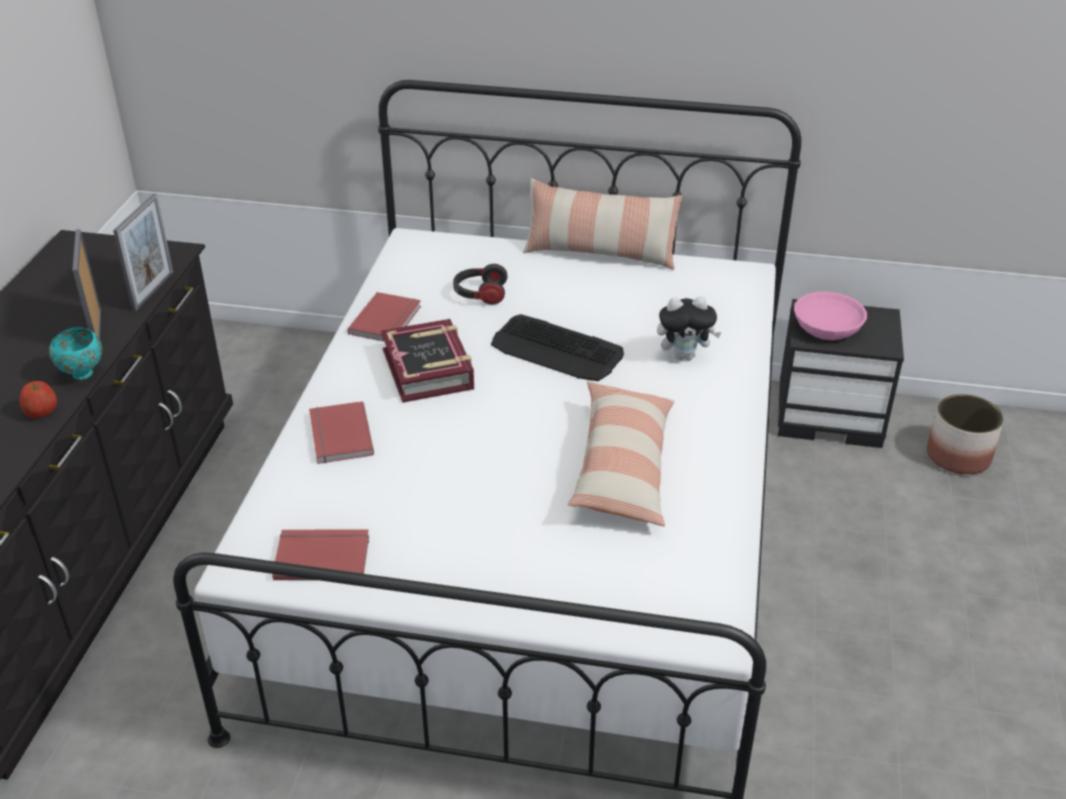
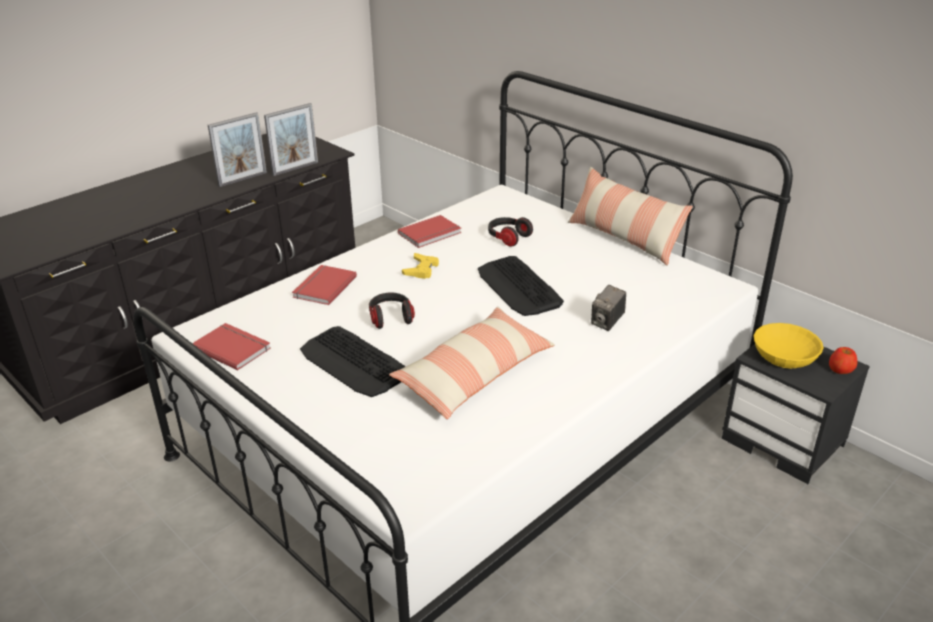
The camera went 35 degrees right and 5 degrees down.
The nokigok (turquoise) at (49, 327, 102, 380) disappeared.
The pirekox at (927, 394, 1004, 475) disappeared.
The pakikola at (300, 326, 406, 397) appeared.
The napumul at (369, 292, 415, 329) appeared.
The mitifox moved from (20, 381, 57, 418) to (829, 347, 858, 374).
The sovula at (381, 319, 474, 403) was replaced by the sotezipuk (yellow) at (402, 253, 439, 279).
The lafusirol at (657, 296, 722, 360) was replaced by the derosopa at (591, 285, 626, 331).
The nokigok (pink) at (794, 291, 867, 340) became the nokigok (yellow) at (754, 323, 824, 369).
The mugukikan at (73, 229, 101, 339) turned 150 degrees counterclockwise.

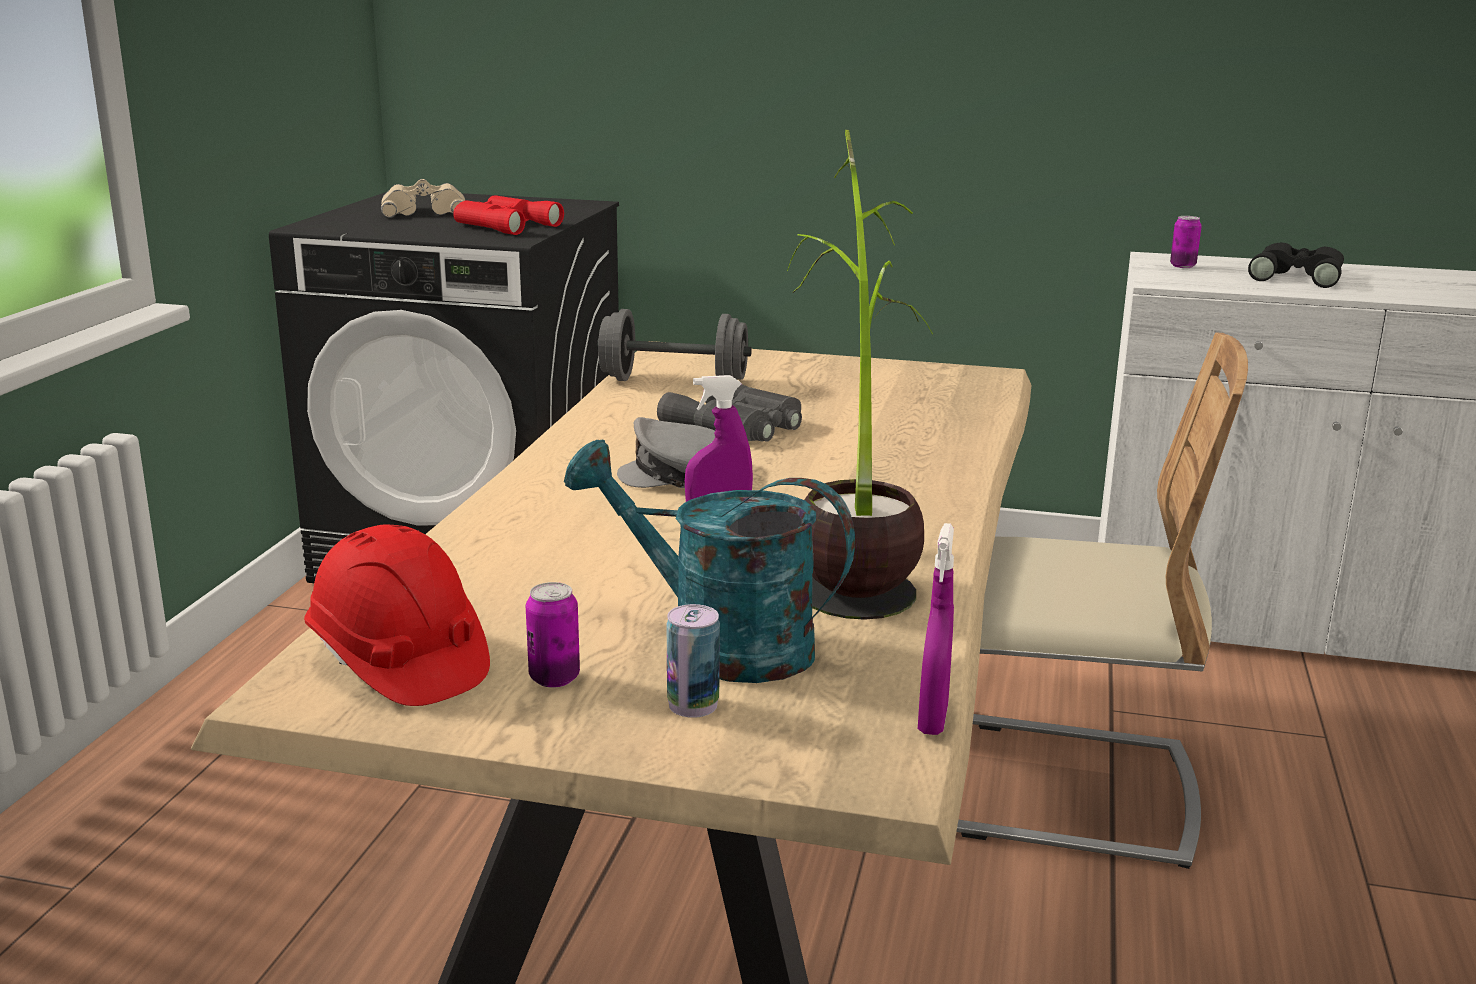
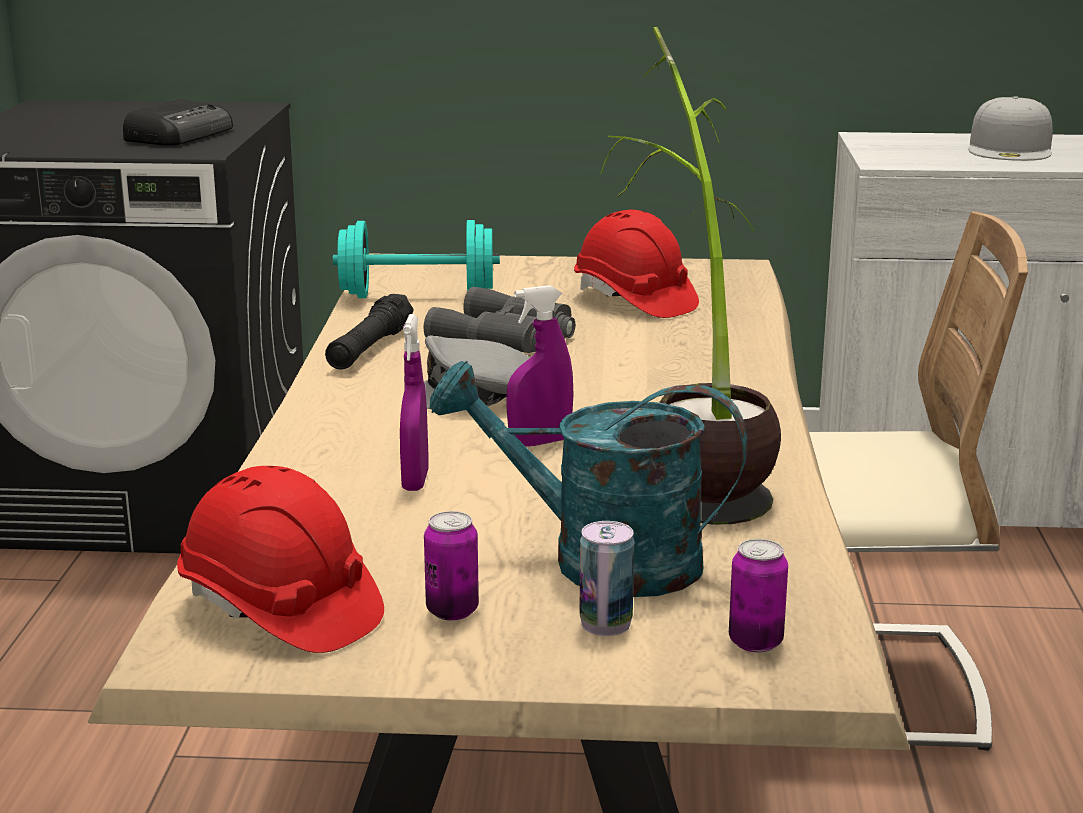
The camera went 10 degrees left and 0 degrees up.
The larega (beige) at (381, 179, 465, 218) disappeared.
The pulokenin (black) at (325, 294, 414, 370) appeared.
The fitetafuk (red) at (574, 209, 699, 318) appeared.
The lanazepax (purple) moved from (918, 523, 954, 735) to (400, 314, 428, 491).
The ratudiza moved from (1170, 216, 1202, 268) to (729, 539, 788, 653).
The larega (red) at (453, 195, 564, 235) was replaced by the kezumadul at (123, 99, 233, 146).
The larega (black) at (1248, 243, 1344, 288) was replaced by the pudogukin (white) at (968, 96, 1053, 161).
The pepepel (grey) at (597, 309, 752, 381) became the pepepel (turquoise) at (333, 220, 500, 298).

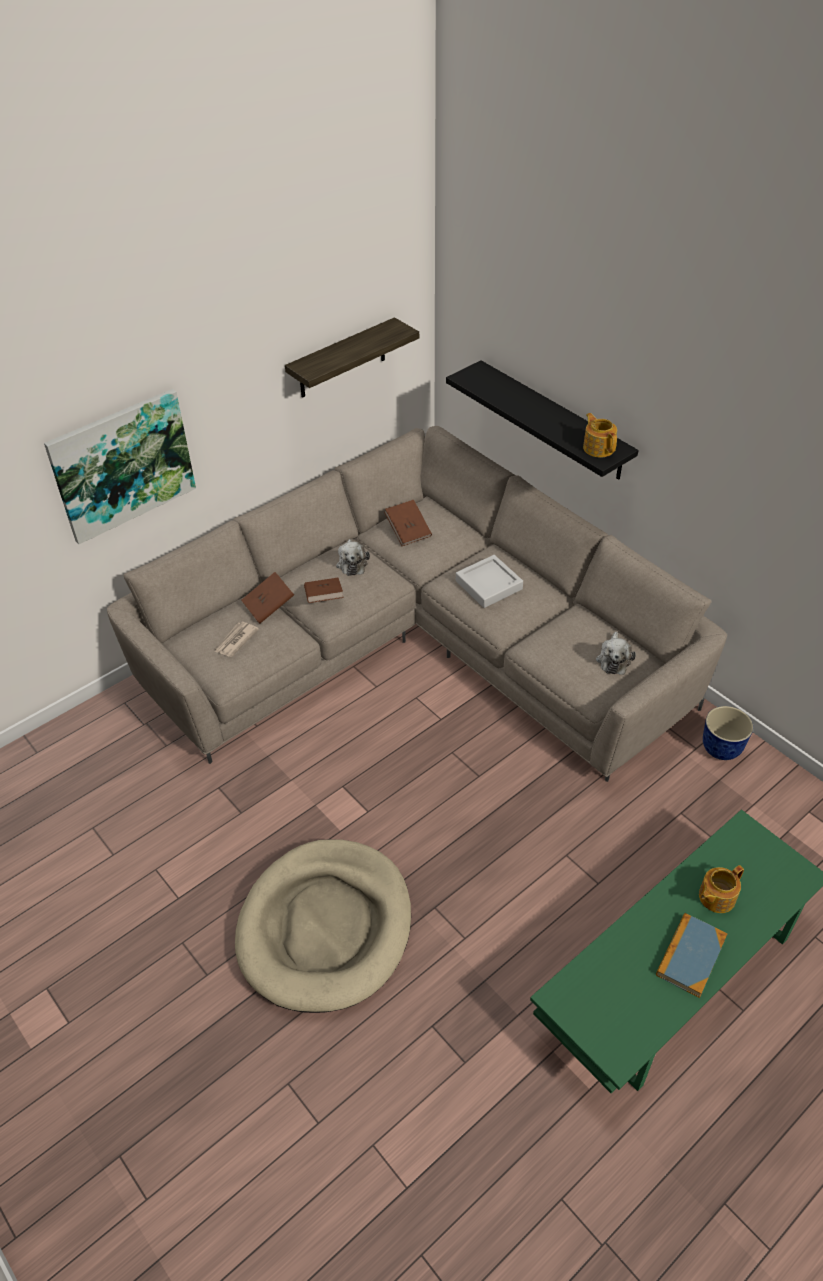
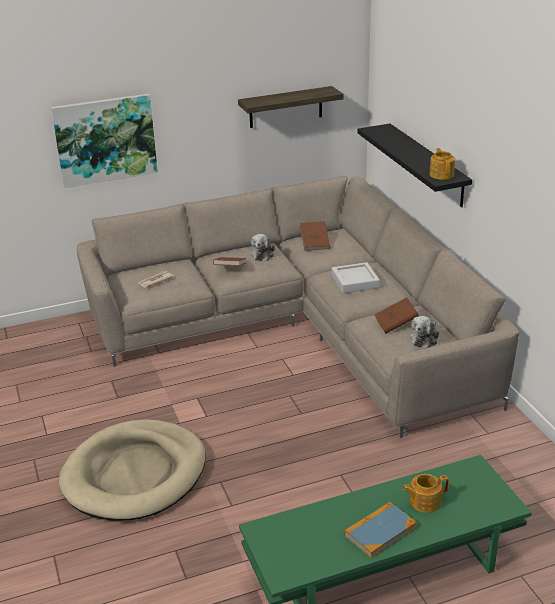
The camera went 20 degrees right and 15 degrees down.
The pirekox at (703, 706, 753, 760) disappeared.
The sovula (brown) moved from (241, 572, 294, 623) to (374, 297, 419, 334).

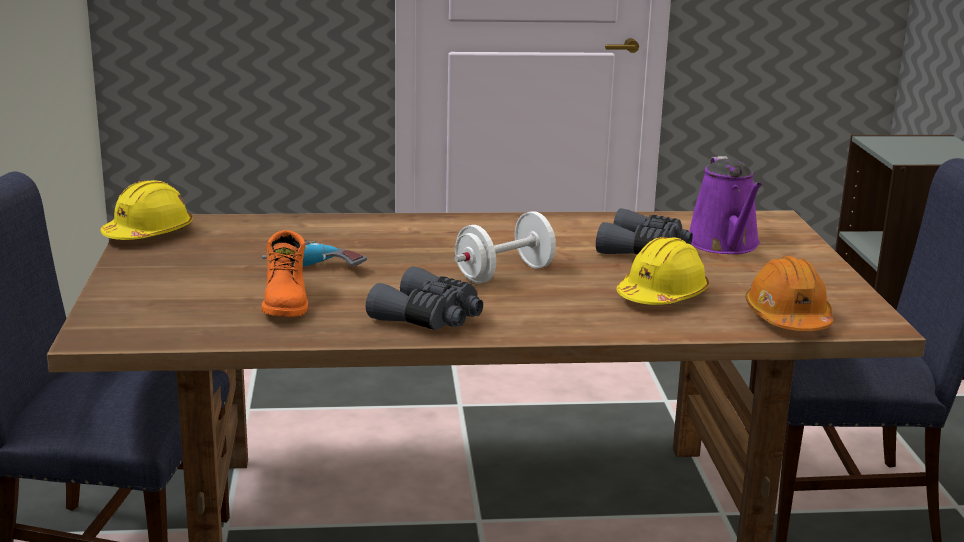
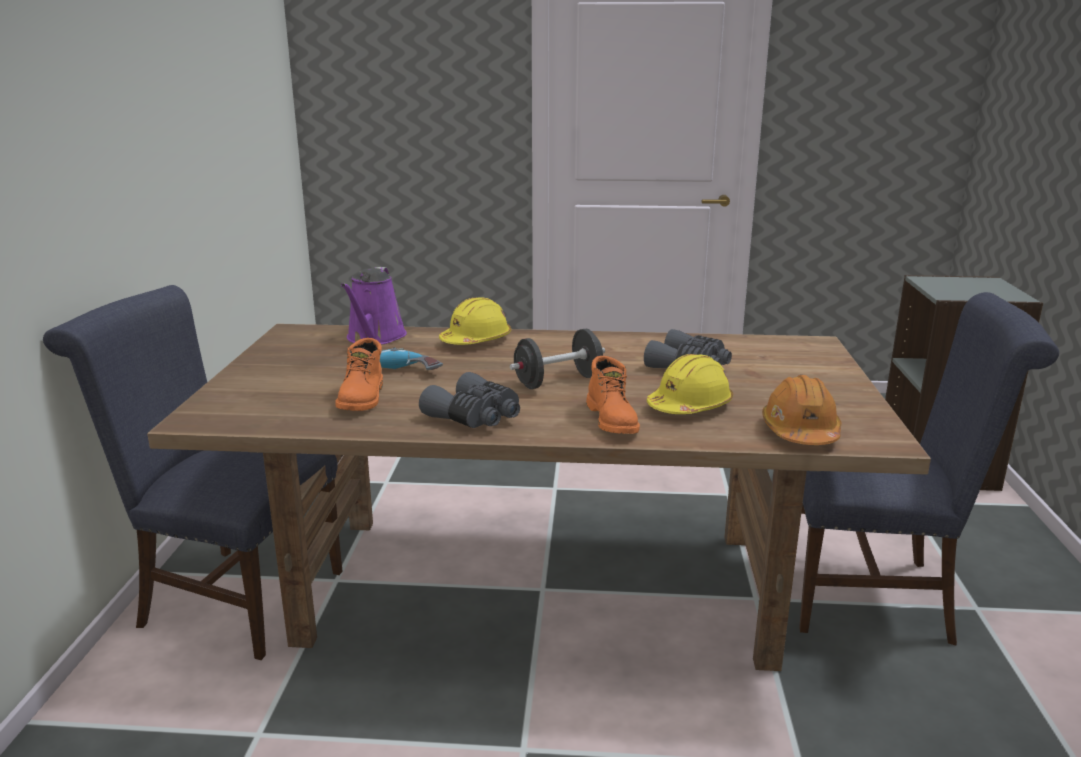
The camera went 10 degrees right and 0 degrees up.
The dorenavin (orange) at (586, 356, 640, 434) appeared.
The fitetafuk (yellow) moved from (100, 180, 193, 240) to (439, 297, 511, 345).
The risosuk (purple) moved from (689, 156, 762, 254) to (341, 267, 407, 345).
The pepepel (white) at (454, 211, 556, 284) became the pepepel (black) at (510, 329, 605, 389).

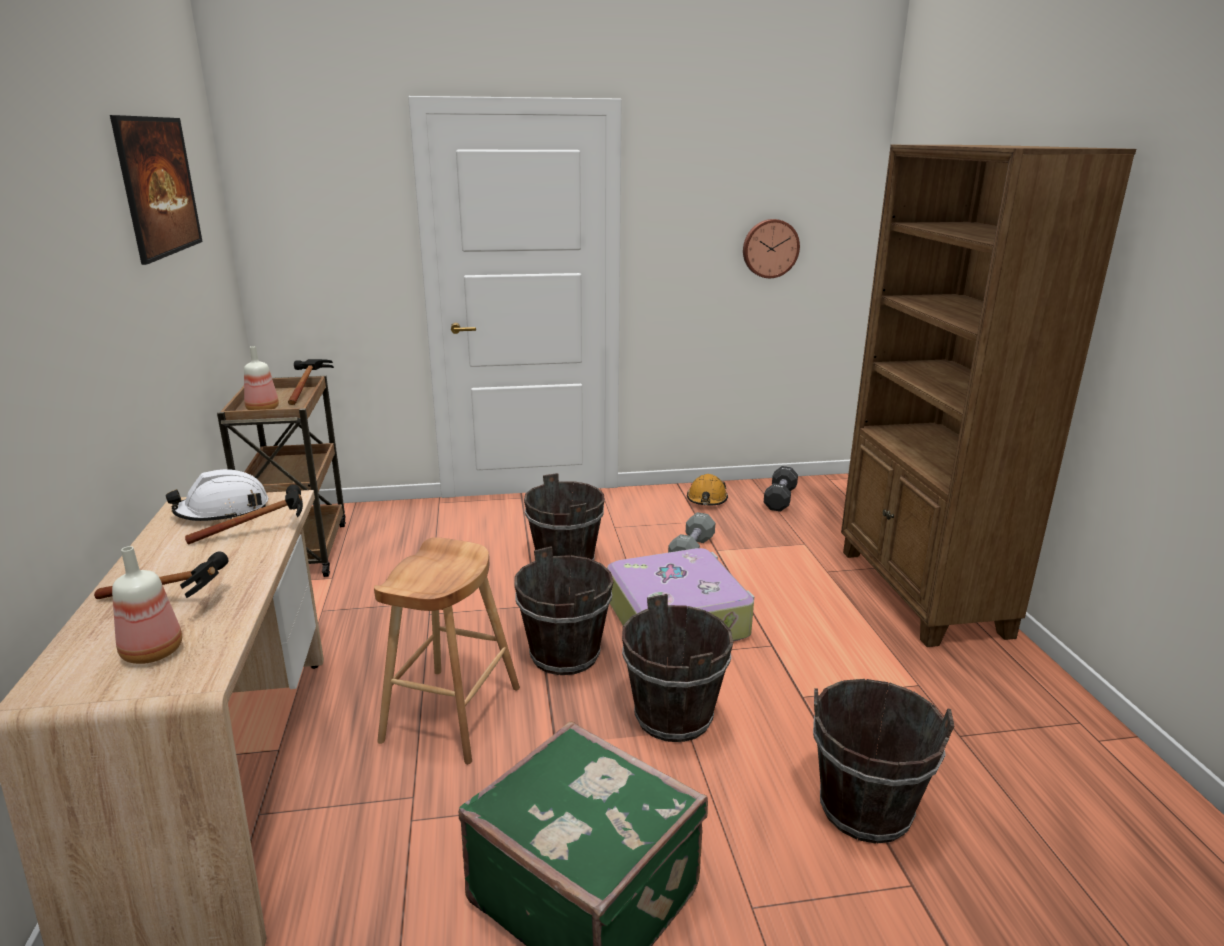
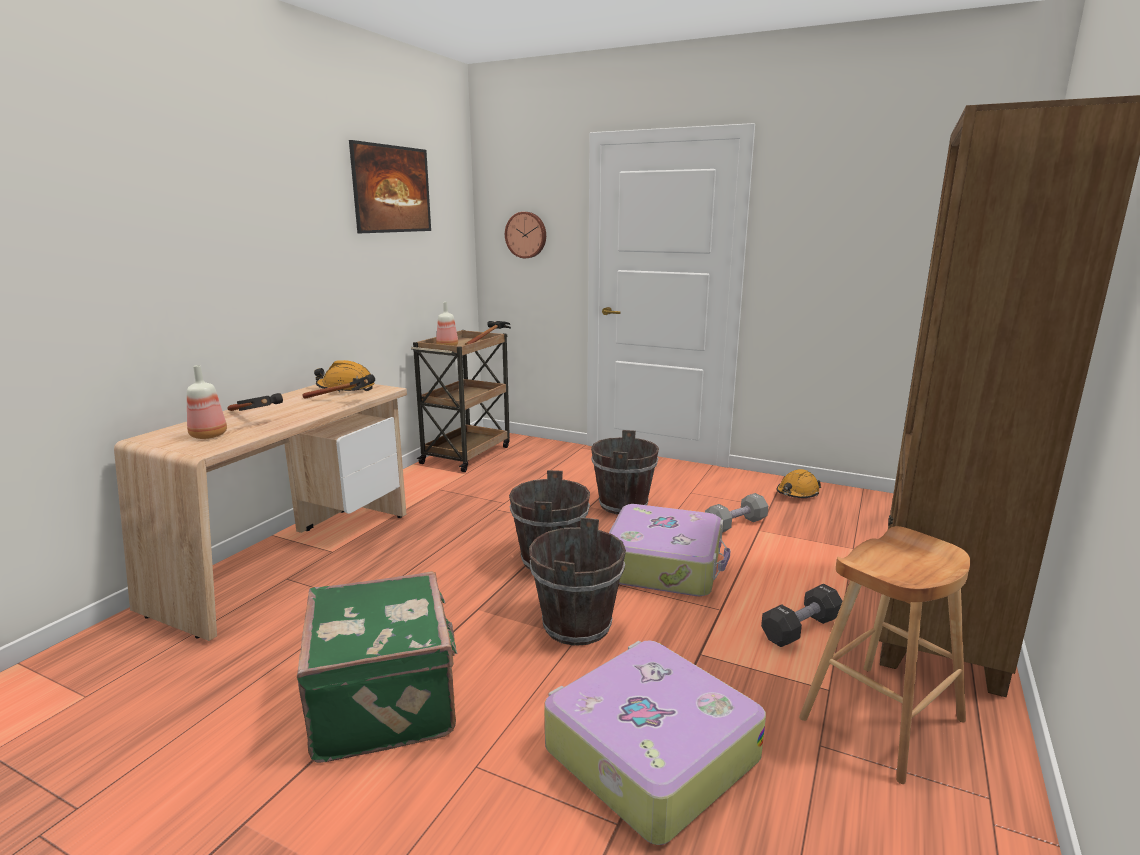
The camera went 35 degrees right and 5 degrees down.
The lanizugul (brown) moved from (374, 537, 520, 764) to (799, 526, 970, 784).
The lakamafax moved from (743, 219, 800, 278) to (505, 212, 546, 258).
The pepepel (black) moved from (764, 466, 798, 512) to (761, 584, 842, 647).
The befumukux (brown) at (813, 679, 954, 844) was replaced by the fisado at (544, 640, 766, 845).
The fitetafuk (white) at (165, 469, 268, 521) became the fitetafuk (orange) at (314, 360, 374, 393).

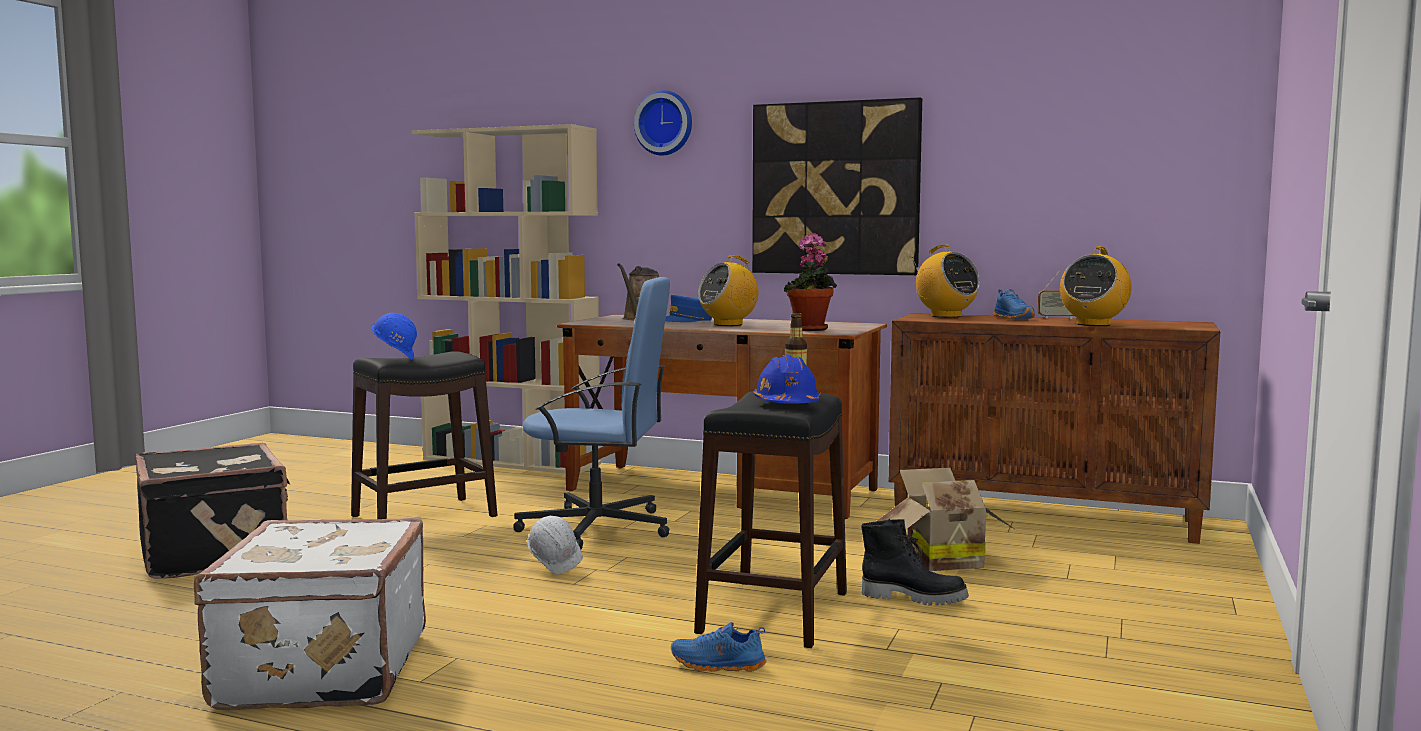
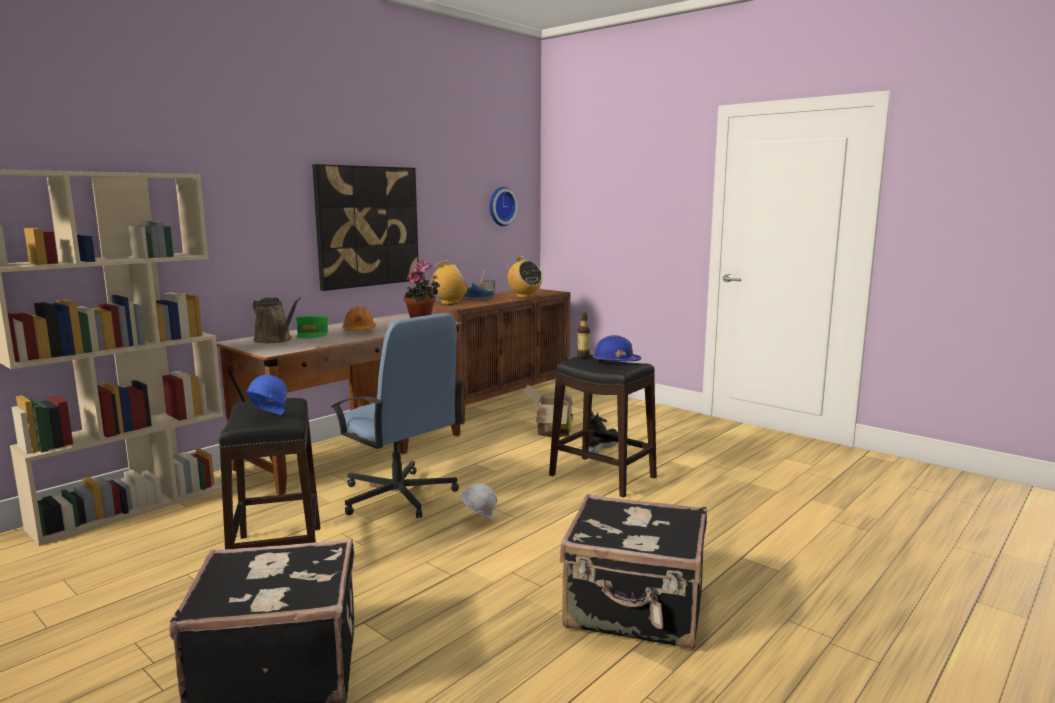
The camera went 70 degrees left and 5 degrees up.
The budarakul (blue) at (671, 622, 767, 672) disappeared.
The lakamafax moved from (634, 90, 692, 155) to (489, 187, 518, 226).
The kezumadul at (698, 255, 758, 326) was replaced by the fitetafuk (orange) at (342, 306, 376, 331).
The fisado (white) at (194, 518, 426, 710) became the fisado (black) at (560, 494, 707, 649).
The pudogukin (blue) at (665, 295, 712, 322) became the pudogukin (green) at (296, 316, 329, 339).
The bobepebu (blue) at (513, 277, 670, 549) turned 105 degrees clockwise.

